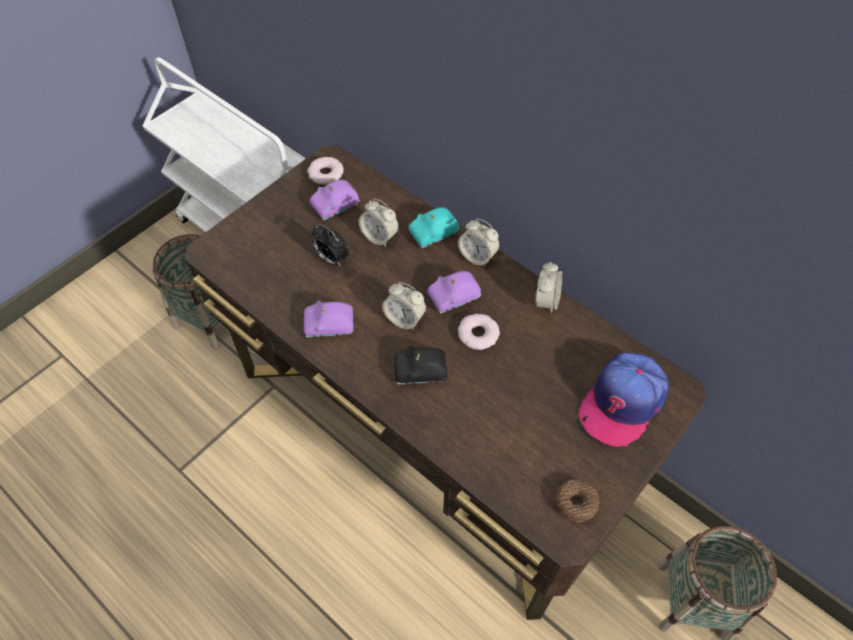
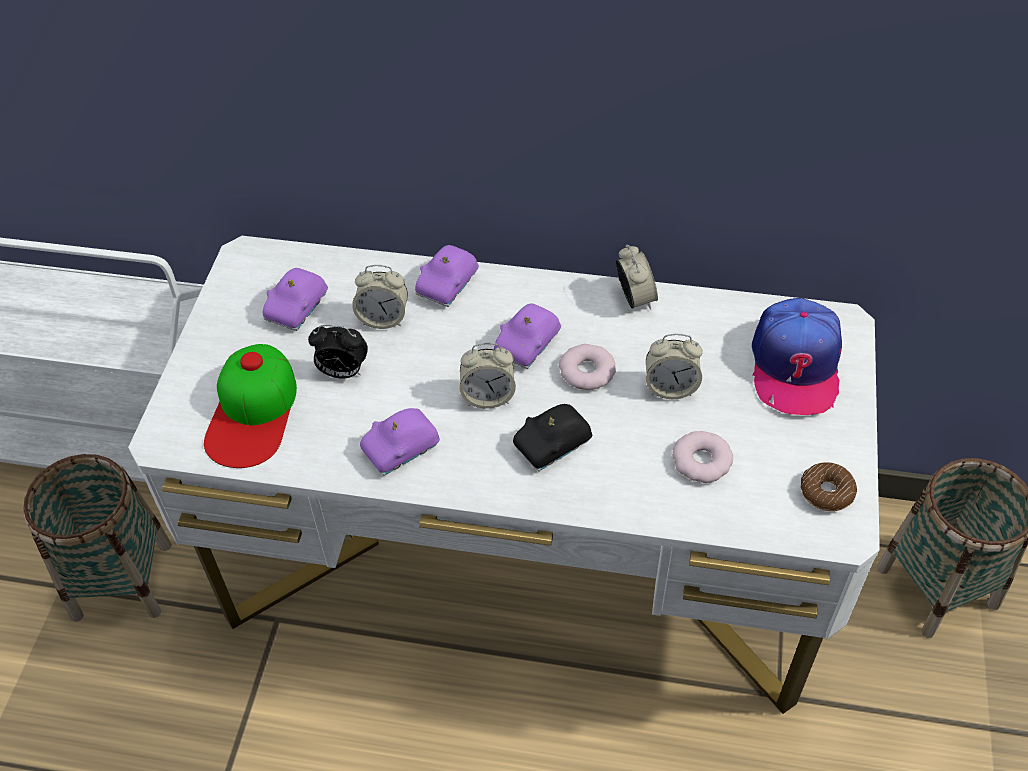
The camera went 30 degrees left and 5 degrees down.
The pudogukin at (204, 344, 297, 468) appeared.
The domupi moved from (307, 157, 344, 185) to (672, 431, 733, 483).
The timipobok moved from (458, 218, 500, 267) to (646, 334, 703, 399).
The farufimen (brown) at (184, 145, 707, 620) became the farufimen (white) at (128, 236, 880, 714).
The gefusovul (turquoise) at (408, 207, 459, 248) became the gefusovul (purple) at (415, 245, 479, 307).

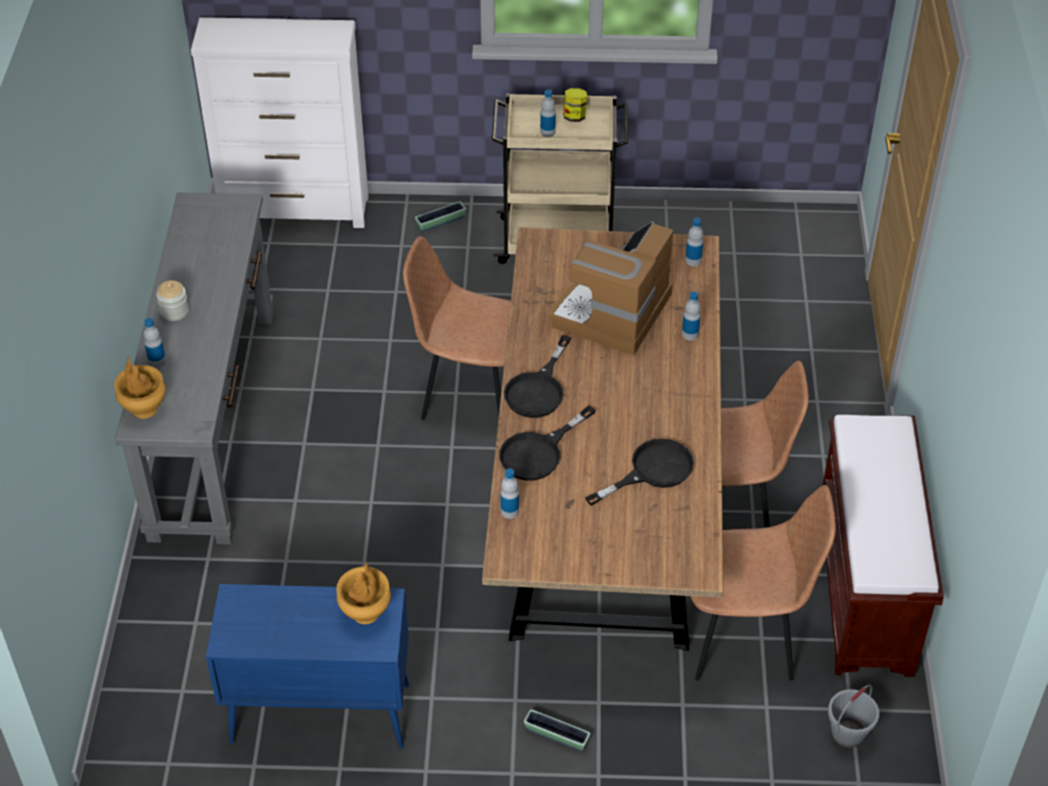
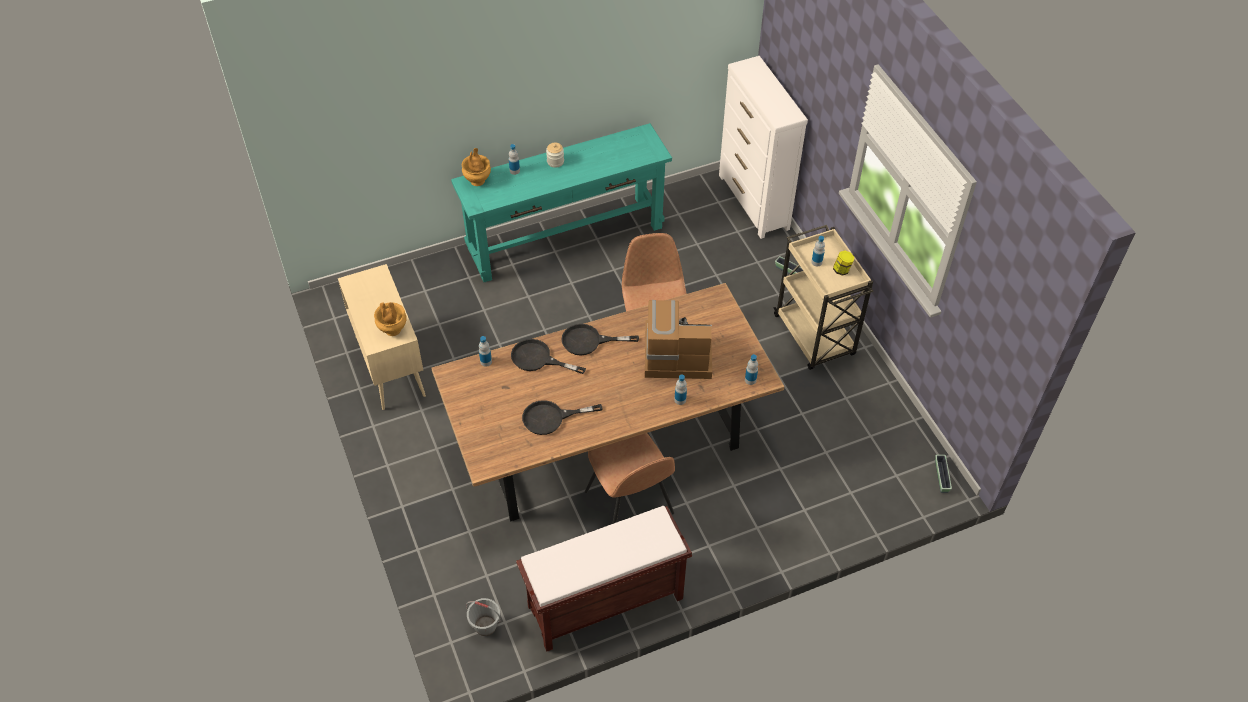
The camera went 65 degrees right and 5 degrees up.
The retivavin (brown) at (690, 485, 836, 681) disappeared.
The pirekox moved from (524, 709, 590, 752) to (935, 455, 952, 493).
The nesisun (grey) at (115, 193, 274, 544) became the nesisun (turquoise) at (451, 123, 672, 282).
The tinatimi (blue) at (206, 584, 409, 749) became the tinatimi (beige) at (338, 264, 426, 410).
The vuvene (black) at (585, 439, 694, 506) turned 135 degrees clockwise.

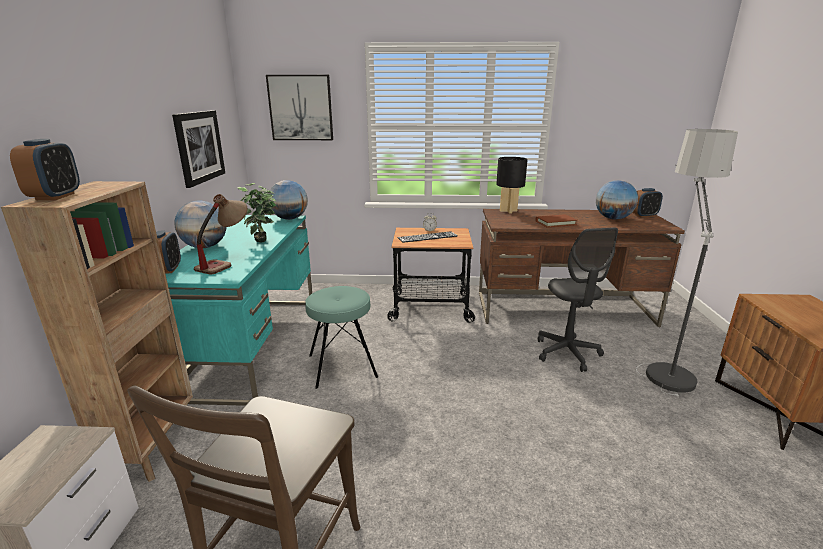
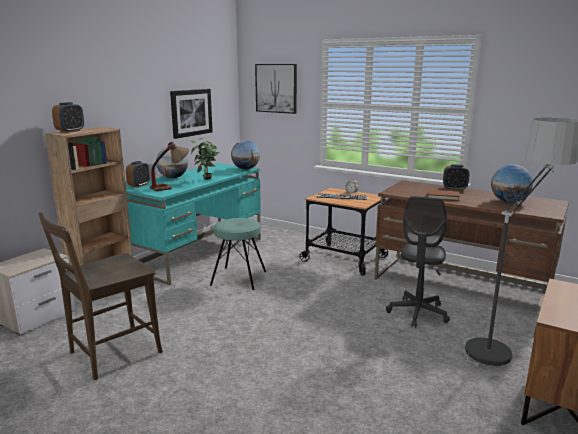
The camera went 30 degrees right and 5 degrees down.
The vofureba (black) at (496, 157, 528, 214) disappeared.
The timipobok moved from (632, 188, 663, 218) to (443, 164, 469, 191).

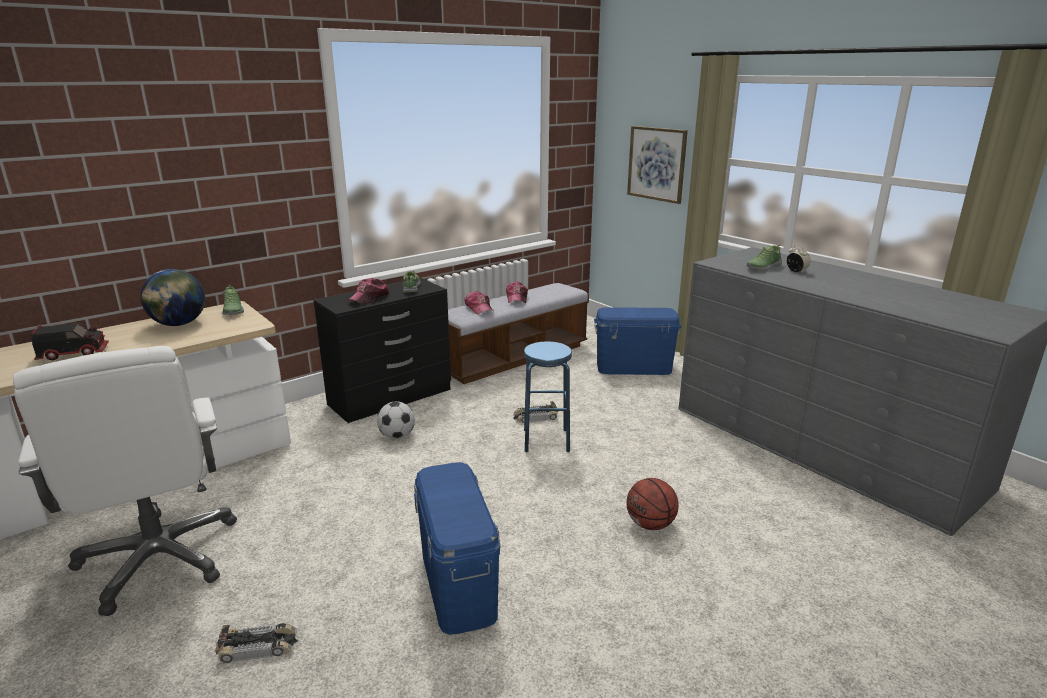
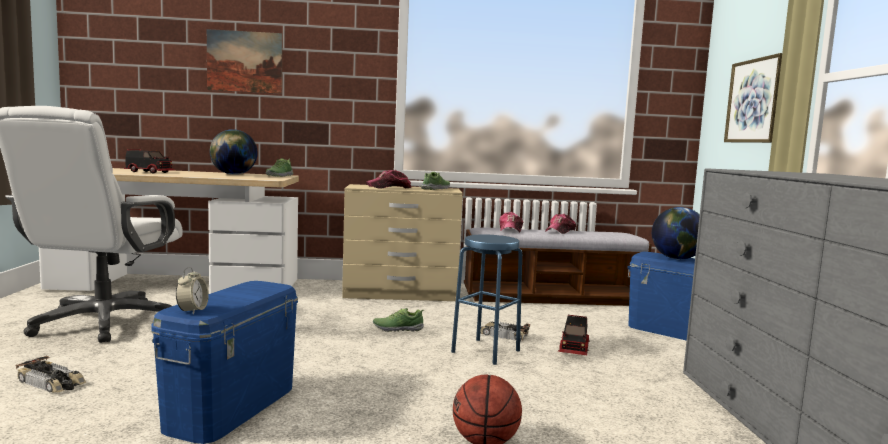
The camera went 35 degrees right and 15 degrees down.
The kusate at (377, 401, 415, 439) disappeared.
The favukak at (207, 29, 283, 94) appeared.
The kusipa at (558, 315, 590, 355) appeared.
The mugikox at (652, 207, 700, 259) appeared.
The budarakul moved from (746, 244, 782, 271) to (373, 308, 424, 332).
The timipobok moved from (787, 245, 810, 272) to (176, 267, 209, 314).
The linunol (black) at (314, 278, 451, 423) became the linunol (beige) at (342, 184, 463, 301).

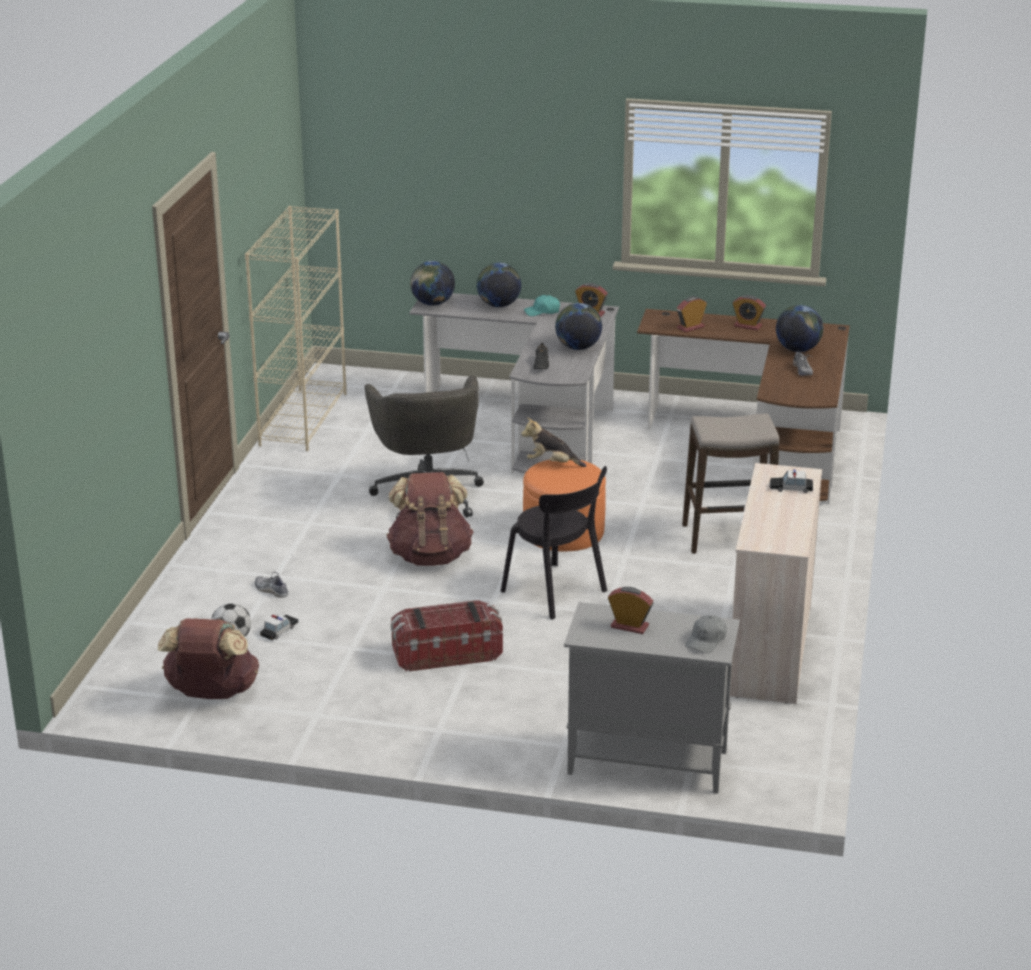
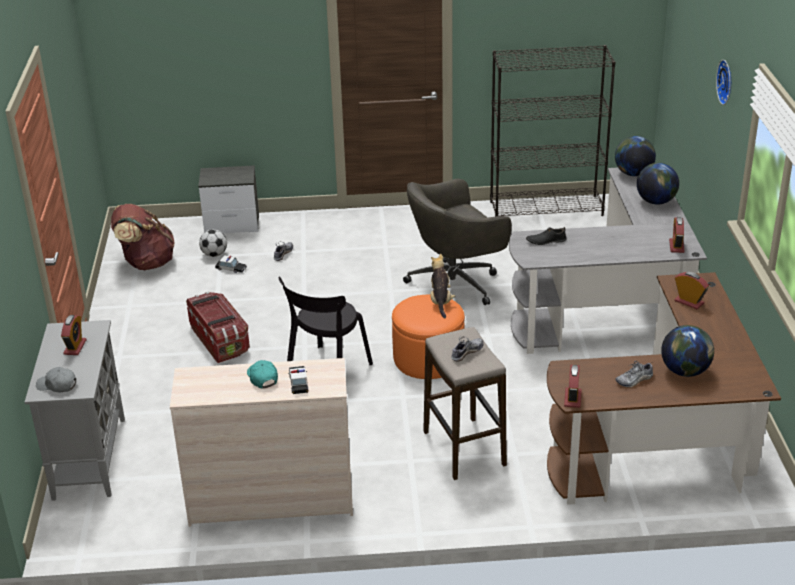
The camera went 75 degrees right and 5 degrees up.
The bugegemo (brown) at (387, 472, 473, 566) disappeared.
The mugikox at (555, 303, 602, 350) disappeared.
The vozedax at (198, 165, 259, 233) appeared.
The budarakul at (451, 336, 484, 361) appeared.
The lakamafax at (716, 60, 731, 105) appeared.
The pudogukin (turquoise) moved from (524, 295, 560, 316) to (247, 360, 278, 389).
The timipobok moved from (733, 295, 766, 331) to (564, 365, 582, 408).
The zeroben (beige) at (245, 206, 347, 451) became the zeroben (black) at (490, 45, 615, 217).

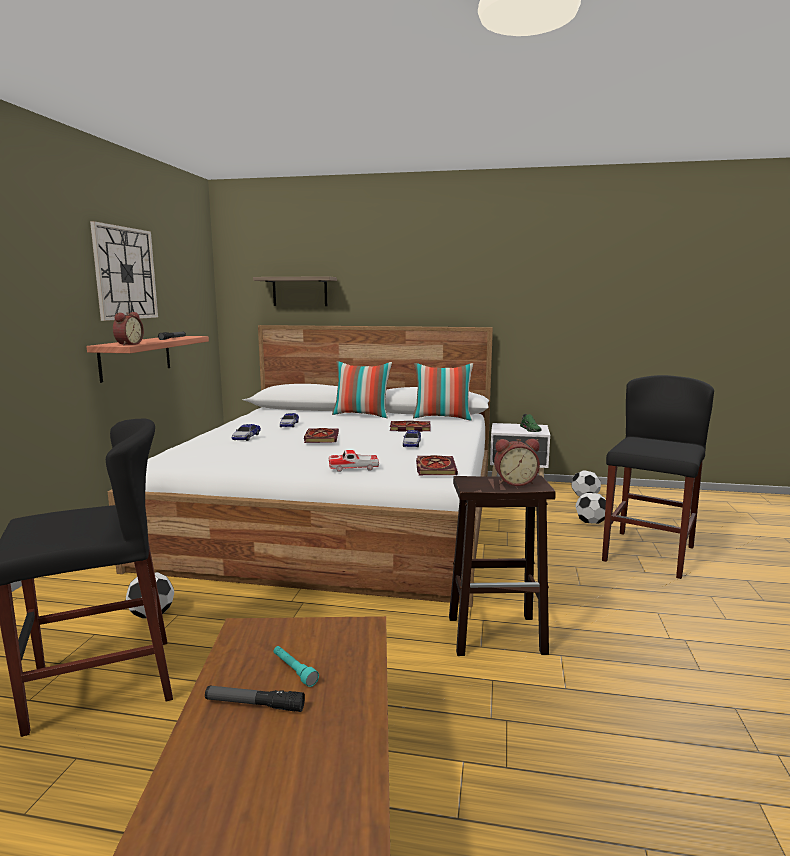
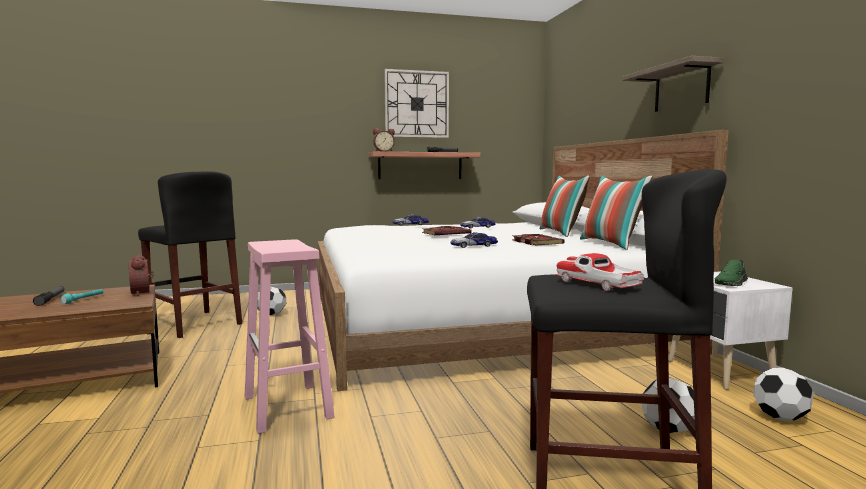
The camera went 65 degrees right and 5 degrees down.
The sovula at (416, 455, 458, 475) disappeared.
The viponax moved from (253, 276, 337, 306) to (622, 56, 723, 112).
The gefusovul moved from (329, 450, 379, 472) to (556, 253, 644, 291).
The timipobok moved from (494, 439, 540, 486) to (129, 254, 154, 296).
The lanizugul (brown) at (449, 475, 556, 656) became the lanizugul (pink) at (245, 239, 334, 434).

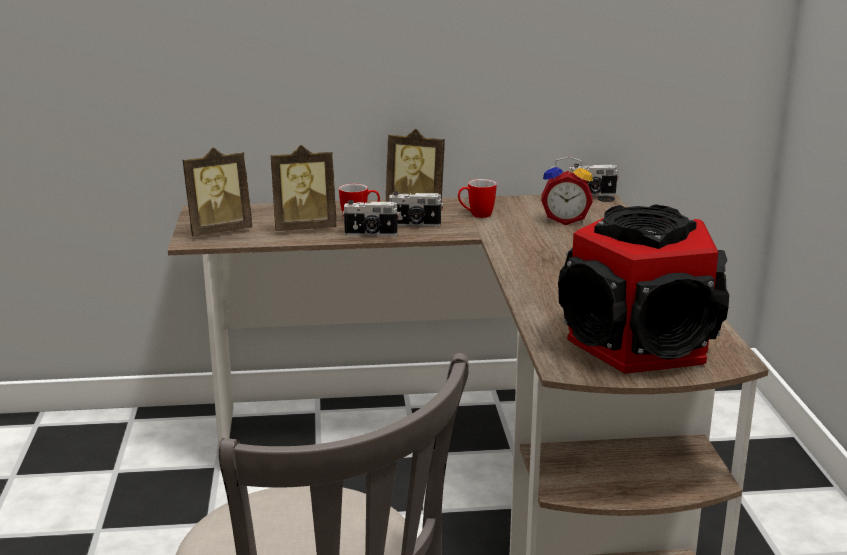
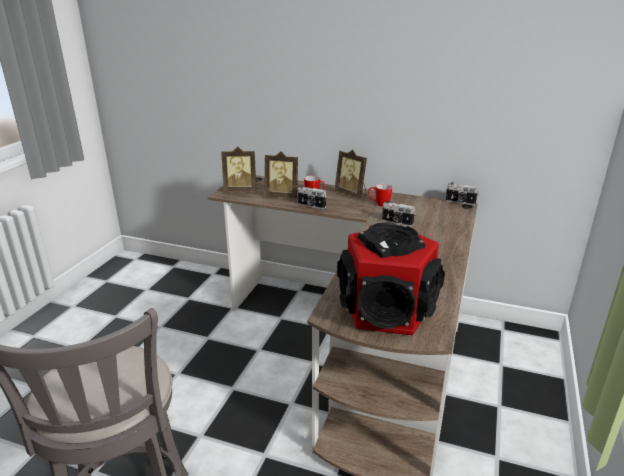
The camera went 25 degrees right and 5 degrees up.
The timipobok at (541, 156, 593, 225) disappeared.
The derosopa moved from (389, 191, 443, 227) to (382, 201, 416, 227).

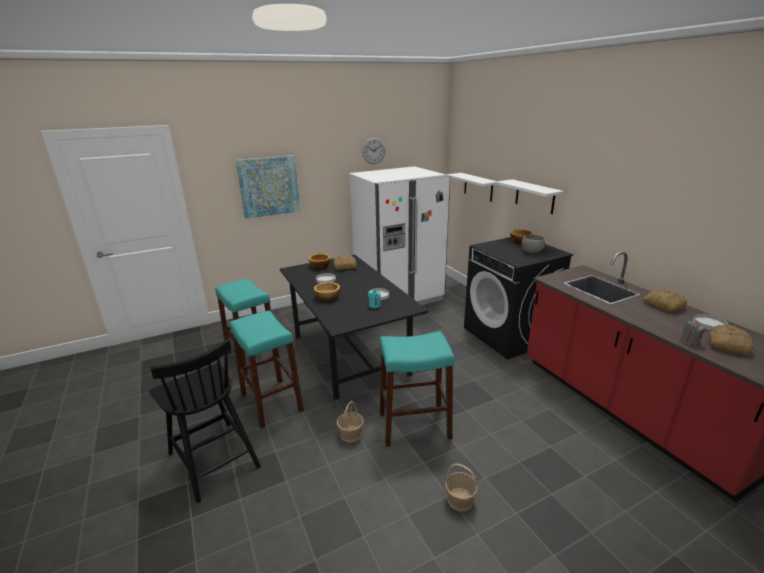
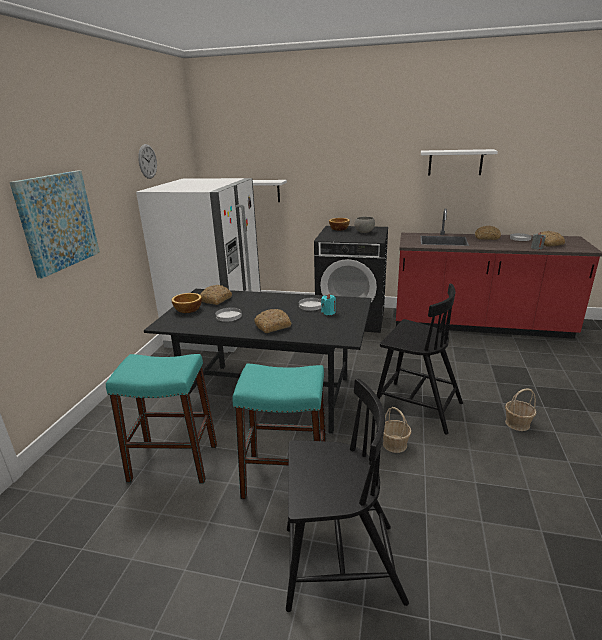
The camera went 50 degrees left and 0 degrees up.
The viponax (white) moved from (496, 179, 564, 214) to (421, 149, 498, 176).
The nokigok at (314, 282, 340, 301) was replaced by the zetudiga at (254, 309, 292, 333).
The lanizugul (turquoise) at (380, 331, 455, 447) was replaced by the retivavin (black) at (376, 284, 463, 435).

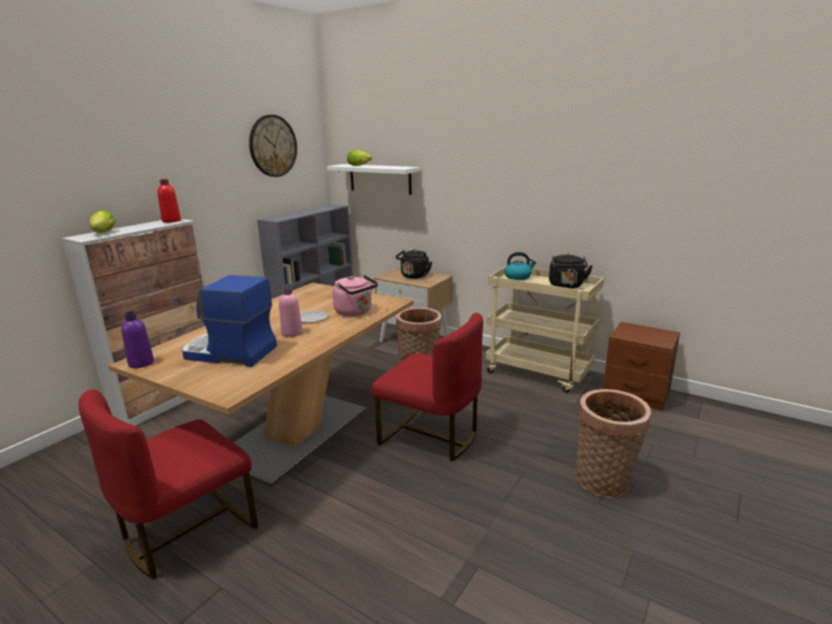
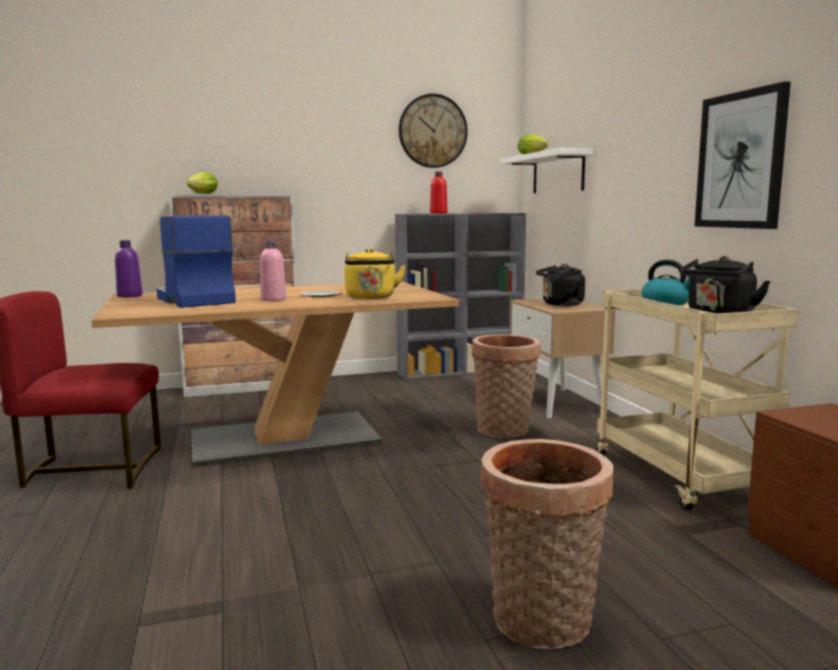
The camera went 40 degrees right and 10 degrees down.
The retivavin (red) at (372, 313, 483, 462) disappeared.
The favukak at (695, 81, 791, 229) appeared.
The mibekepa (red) moved from (158, 179, 181, 223) to (430, 172, 448, 214).
The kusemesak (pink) at (332, 275, 378, 316) became the kusemesak (yellow) at (344, 248, 406, 299).

